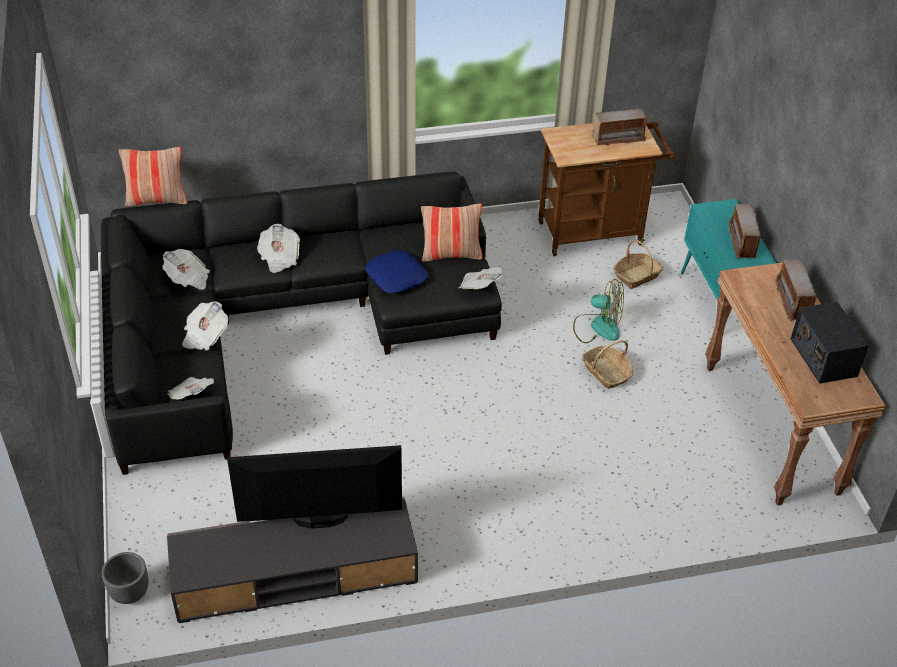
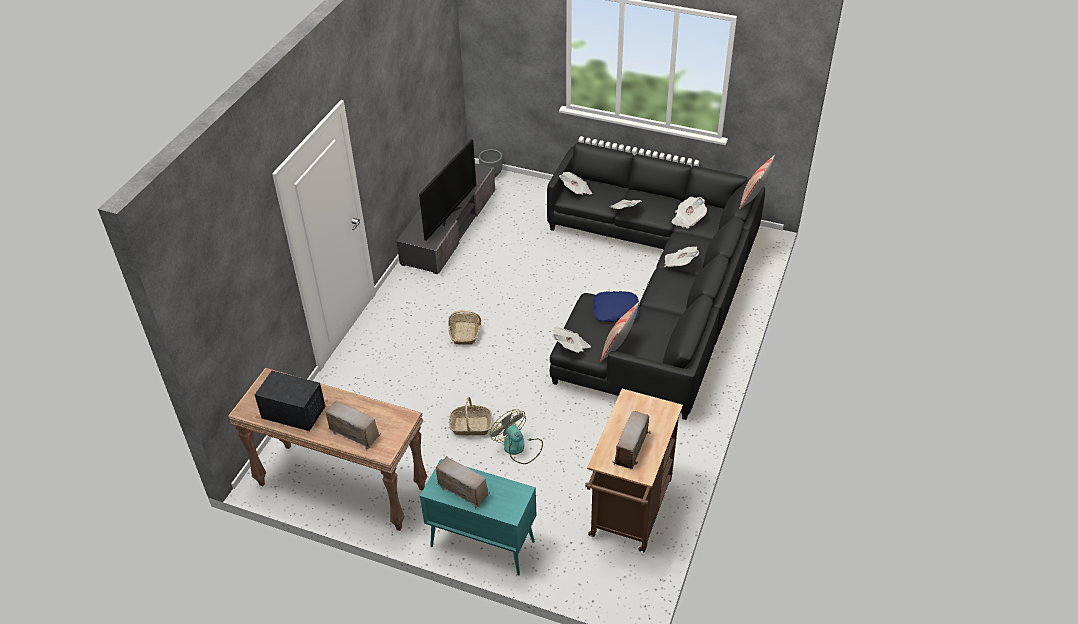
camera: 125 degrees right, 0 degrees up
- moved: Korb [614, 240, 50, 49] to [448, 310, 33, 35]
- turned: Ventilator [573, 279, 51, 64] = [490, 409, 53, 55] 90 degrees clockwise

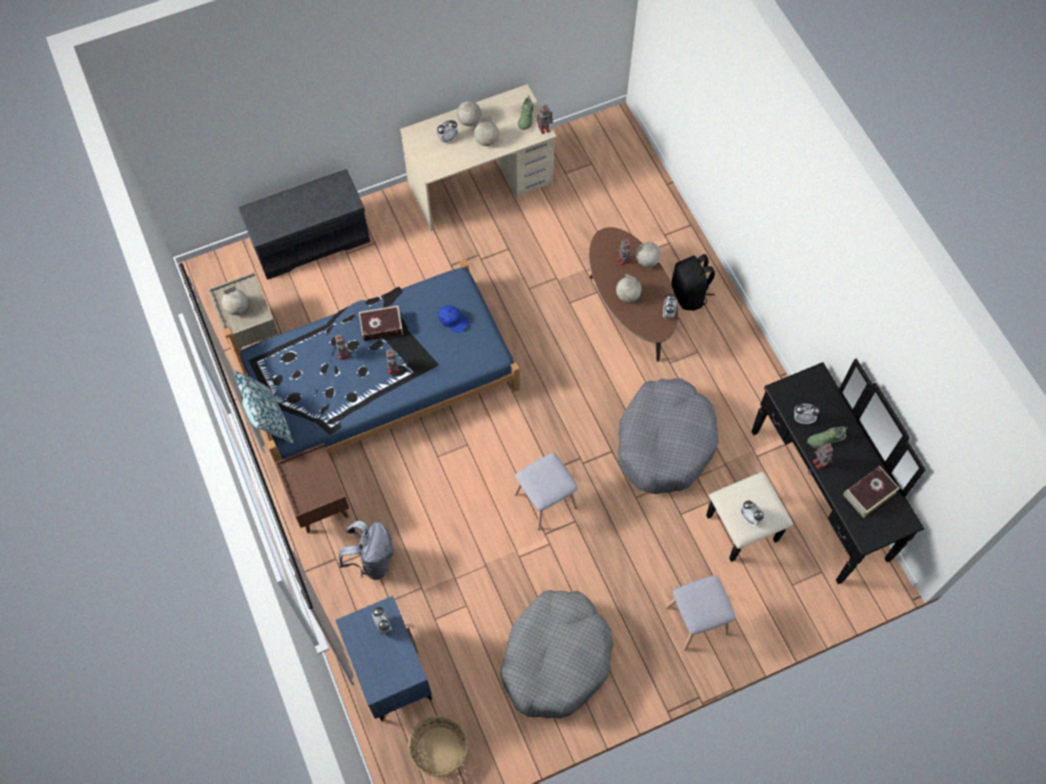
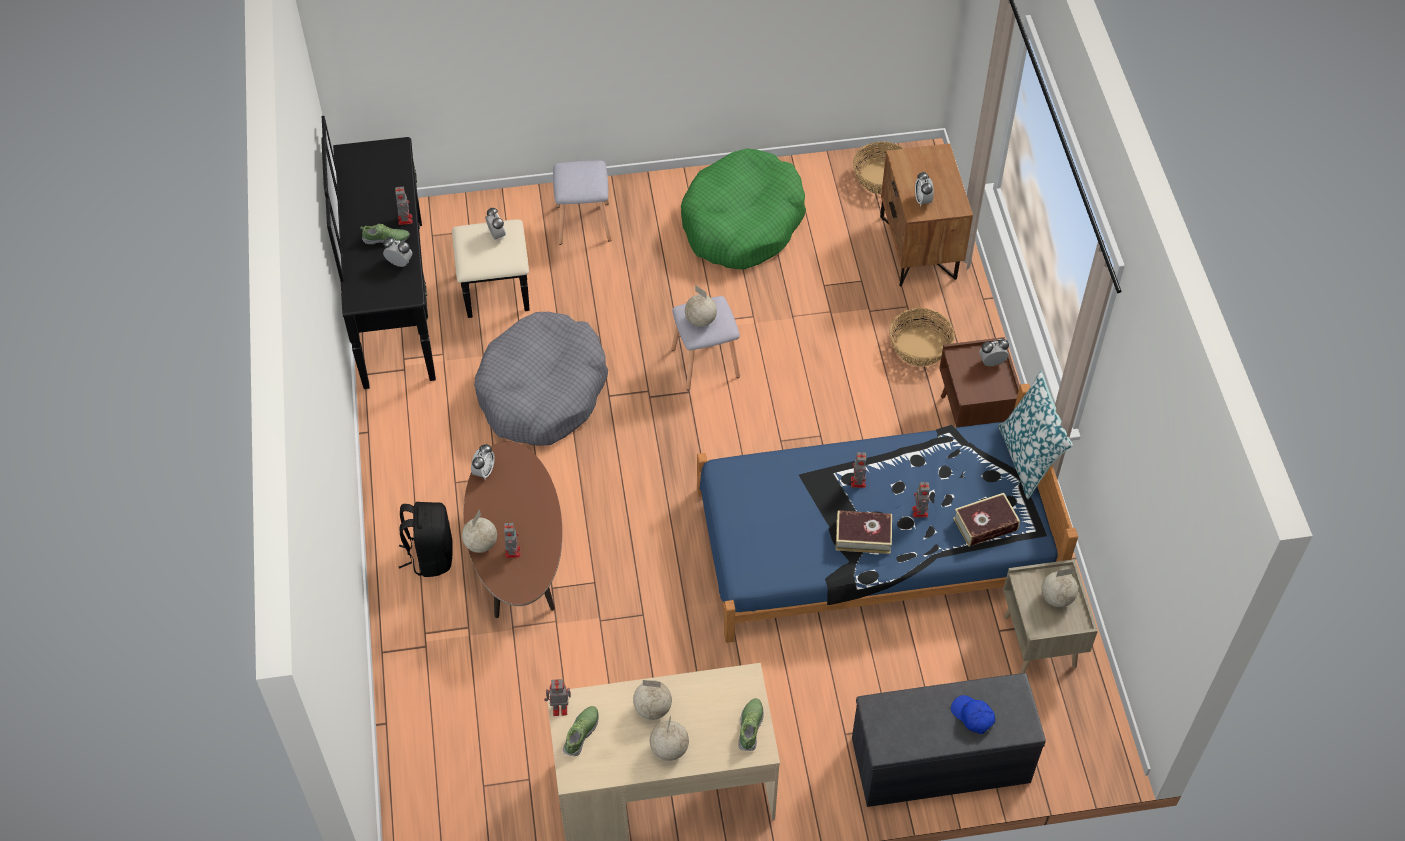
camera: 165 degrees left, 10 degrees down
- added: Schuh [738, 698, 26, 53]
- moved: Wecker [437, 120, 21, 24] to [980, 339, 29, 27]
- moved: Kappe [blau] [438, 305, 31, 28] to [951, 695, 44, 39]
- moved: Globus [616, 274, 26, 28] to [685, 285, 32, 42]
- moved: Buch [843, 466, 57, 52] to [953, 493, 67, 54]
- replaced: Rucksack [grau] [339, 521, 55, 59] to Korb [889, 308, 66, 59]
- recoloured: Nachttisch [blau] [335, 596, 97, 125] to Nachttisch [braun] [880, 143, 93, 143]
- recoloured: Hundebett [grau] [500, 590, 114, 128] to Hundebett [grün] [681, 149, 125, 120]

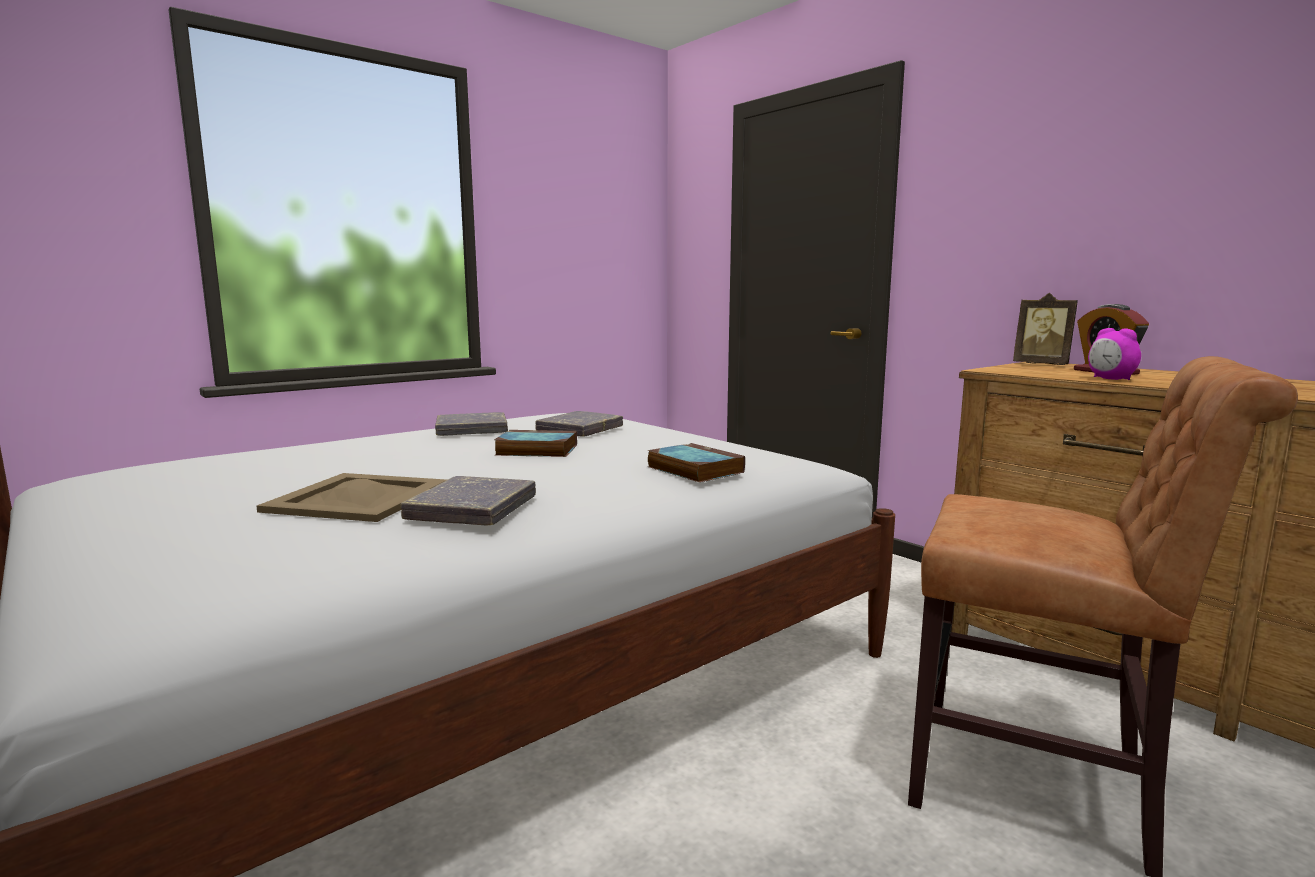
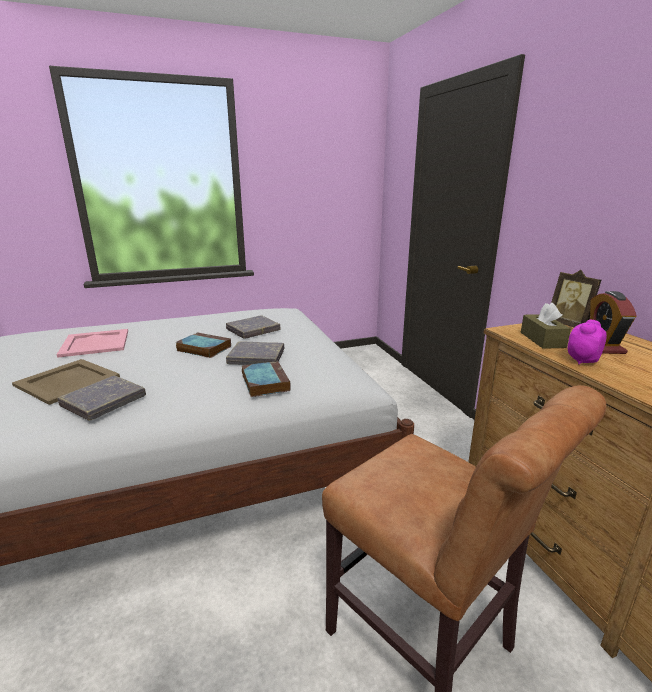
camera: 20 degrees right, 10 degrees up
- added: Tablett [rosa] [57, 329, 71, 29]
- added: Taschentuchbox [braun] [521, 302, 50, 47]
- moved: Buch [grau] [435, 412, 73, 24] to [226, 341, 58, 24]
- turned: Wecker [1088, 328, 53, 52] = [568, 319, 39, 45] 60 degrees clockwise

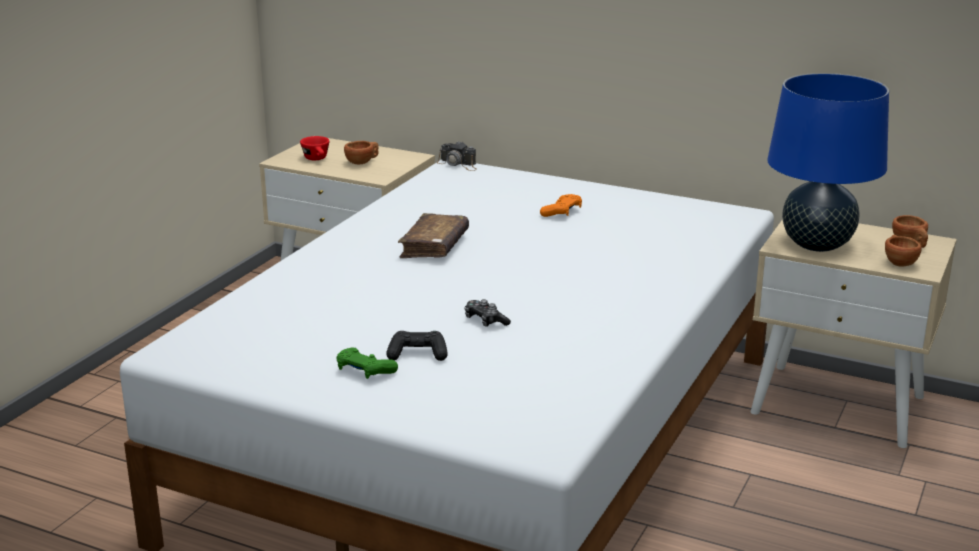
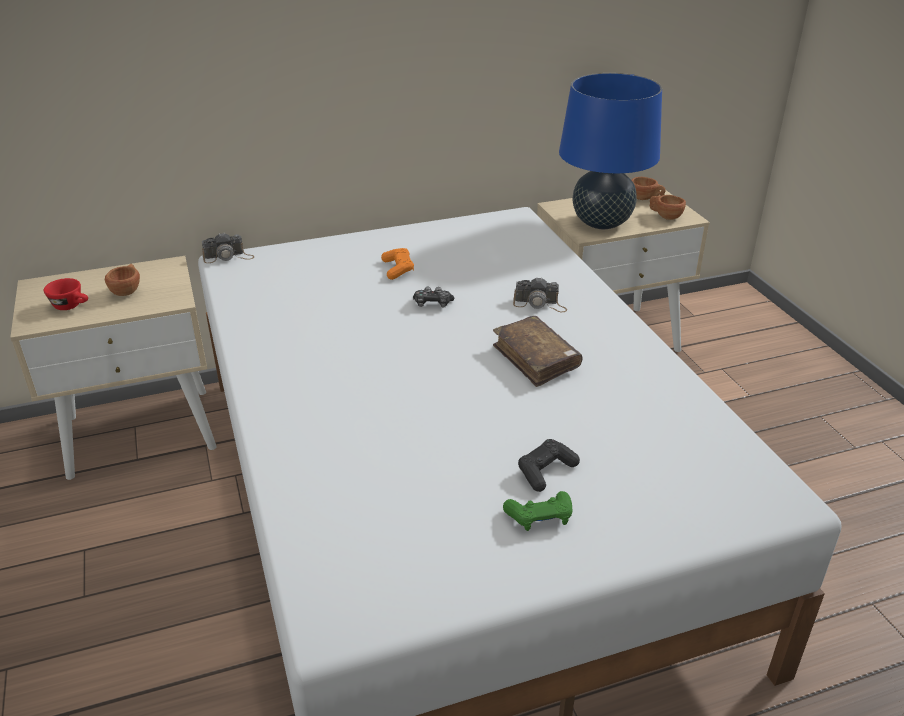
camera: 45 degrees left, 10 degrees up
- added: Kamera [513, 277, 54, 35]
- moved: Buch [braun] [398, 213, 71, 45] to [493, 316, 89, 71]
- moved: Gamepad [465, 299, 46, 28] to [413, 286, 41, 22]

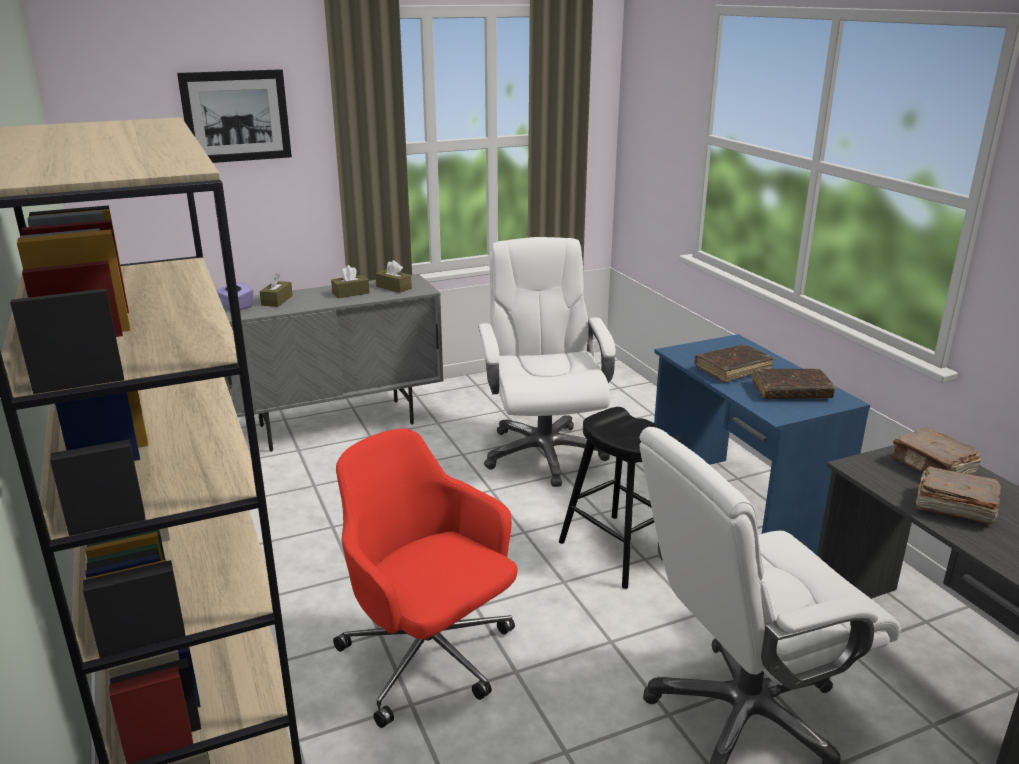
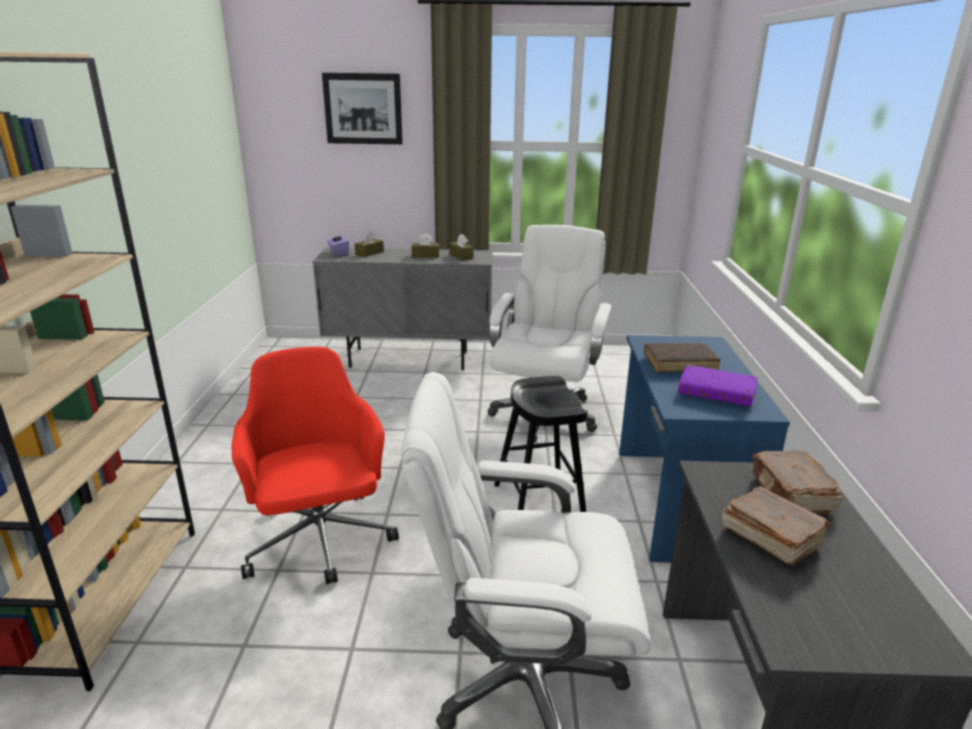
camera: 25 degrees right, 0 degrees up
- recoloured: Buch [braun] [752, 369, 83, 30] to Buch [lila] [678, 365, 80, 41]

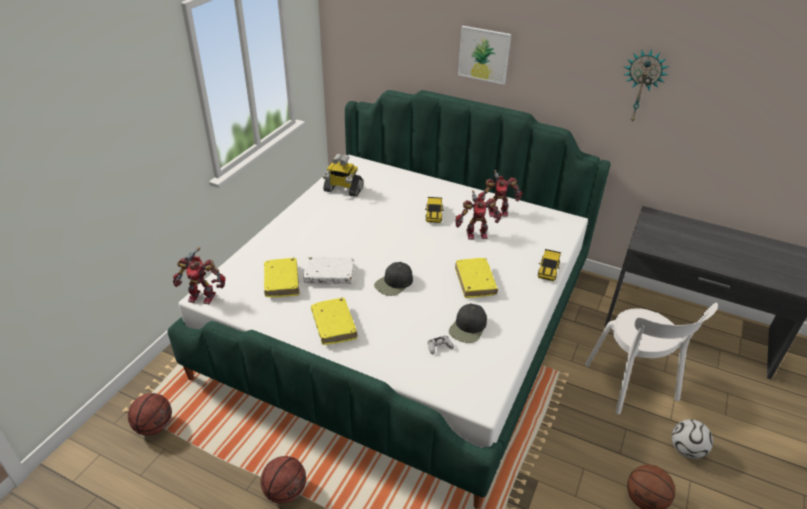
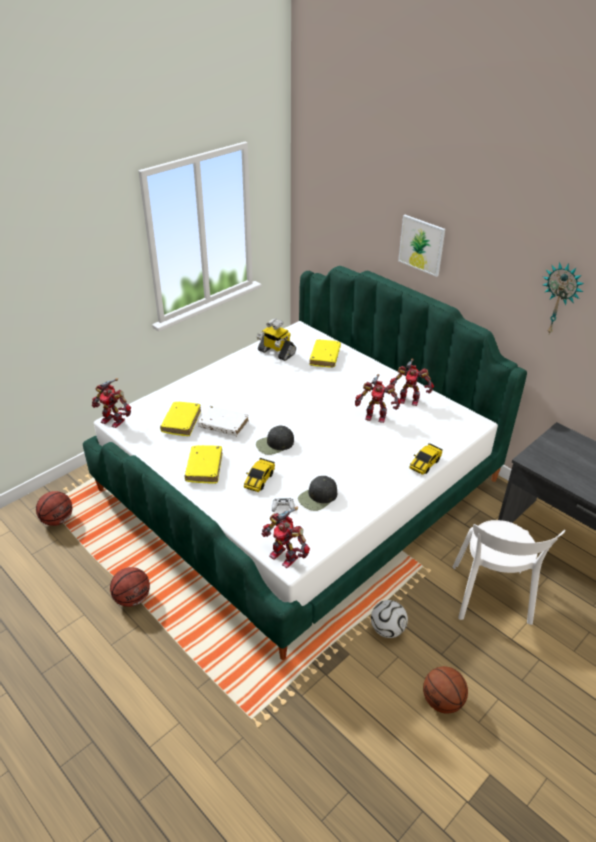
camera: 20 degrees right, 0 degrees up
- added: Spielzeugroboter [262, 507, 48, 61]
- moved: Spielzeugauto [425, 197, 19, 26] to [244, 458, 31, 34]
- moved: Buch [gelb] [455, 258, 43, 40] to [309, 339, 32, 28]
- moved: Fußball [672, 419, 41, 40] to [371, 600, 37, 38]

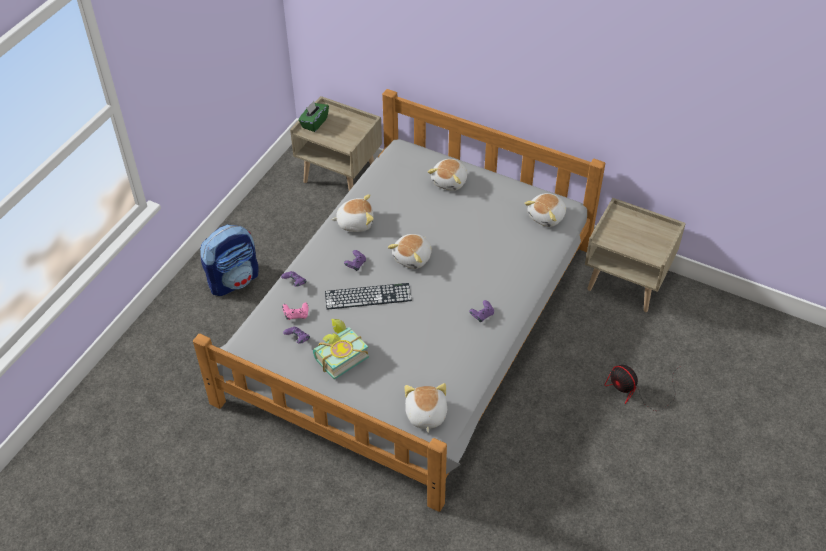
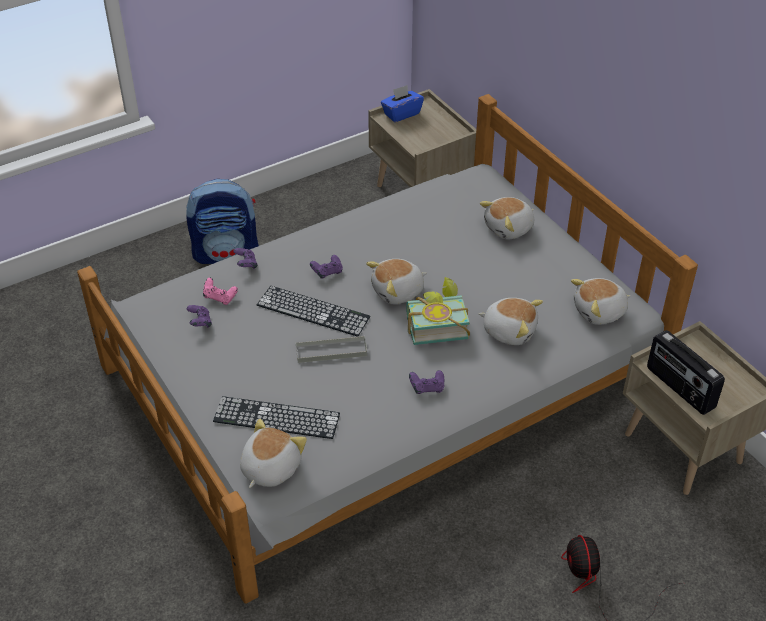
camera: 30 degrees right, 5 degrees down
- added: Tastatur [213, 396, 127, 43]
- added: Tablett [grau] [296, 336, 71, 27]
- added: Radio [647, 330, 78, 85]
- moved: Buch [313, 319, 56, 61] to [406, 277, 64, 68]
- moved: Plüschtier [331, 194, 43, 38] to [478, 298, 65, 47]
- recoloured: Taschentuchbox [grün] [298, 101, 31, 31] to Taschentuchbox [blau] [381, 85, 43, 37]

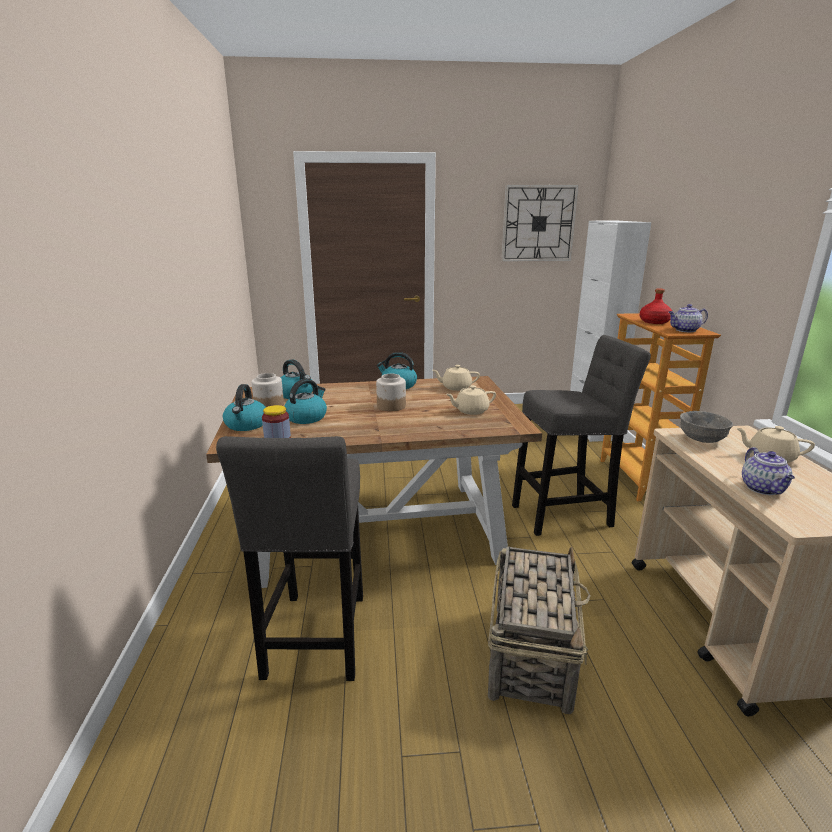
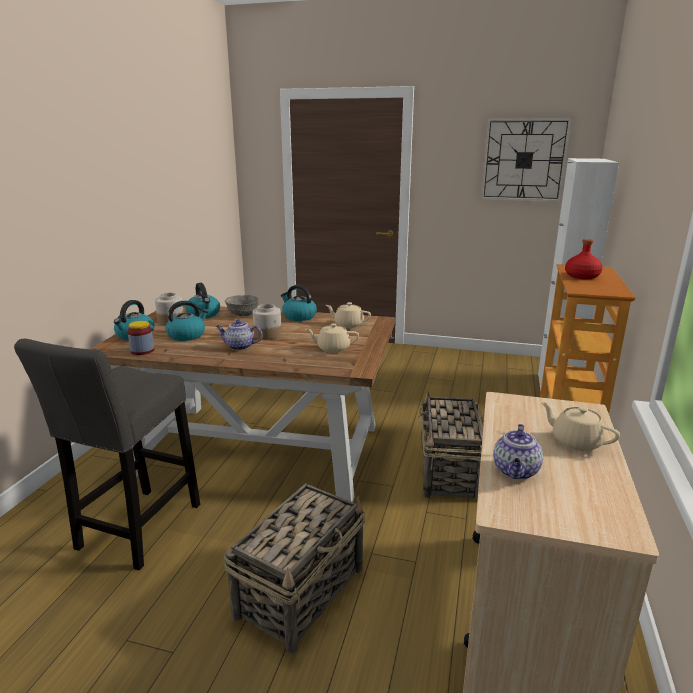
camera: 20 degrees right, 0 degrees up
- moved: Teekanne [669, 304, 39, 28] to [216, 320, 47, 30]
- moved: Schüssel [grau] [680, 411, 53, 32] to [225, 295, 34, 21]
- replaced: Hocker [grau] [512, 335, 139, 201] to Korb [417, 392, 67, 109]

